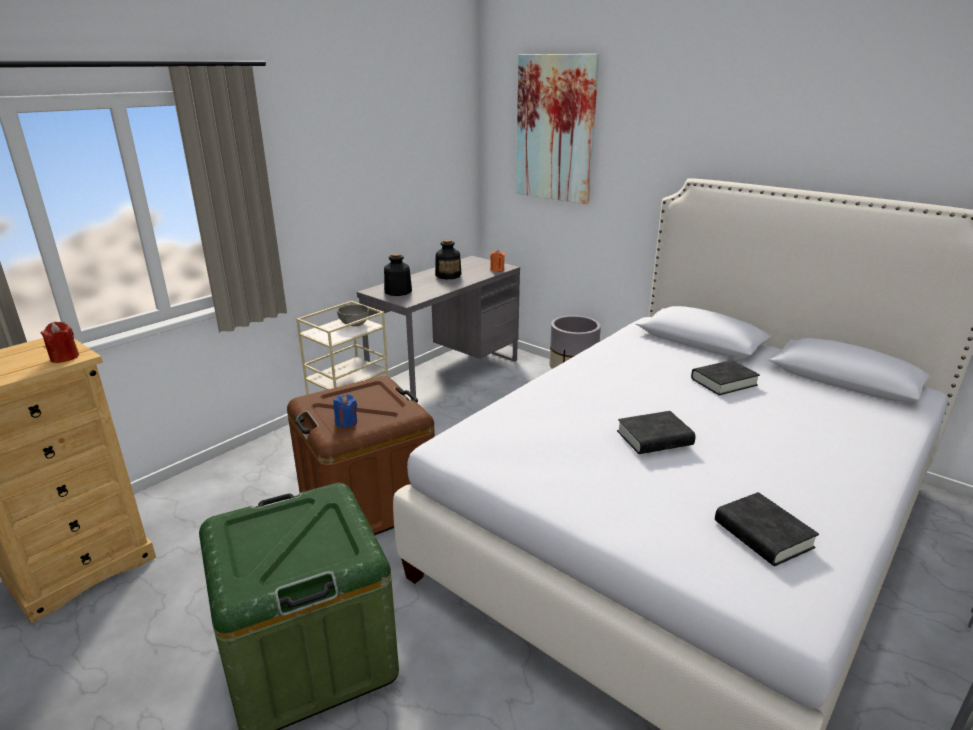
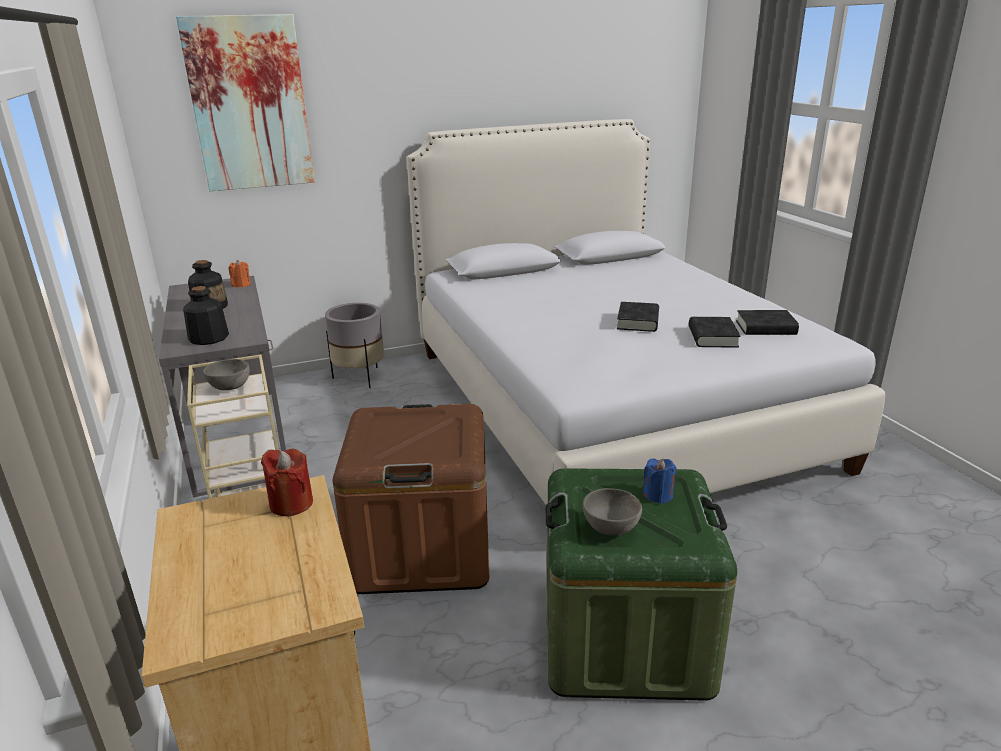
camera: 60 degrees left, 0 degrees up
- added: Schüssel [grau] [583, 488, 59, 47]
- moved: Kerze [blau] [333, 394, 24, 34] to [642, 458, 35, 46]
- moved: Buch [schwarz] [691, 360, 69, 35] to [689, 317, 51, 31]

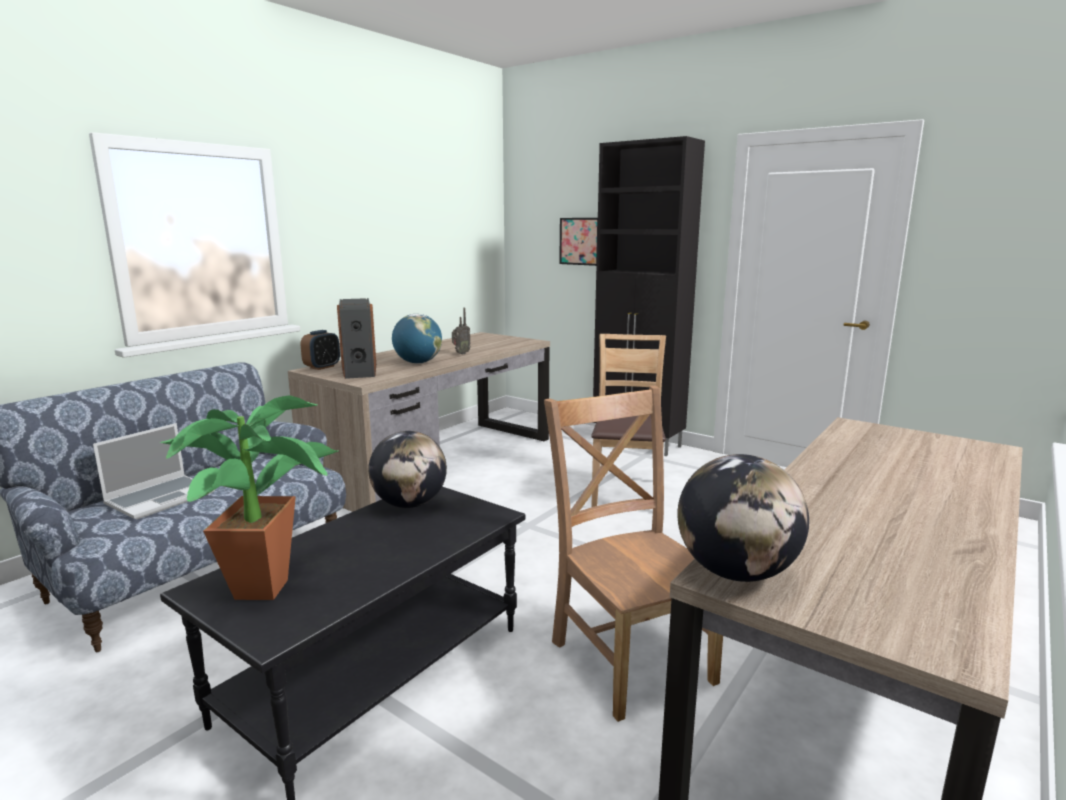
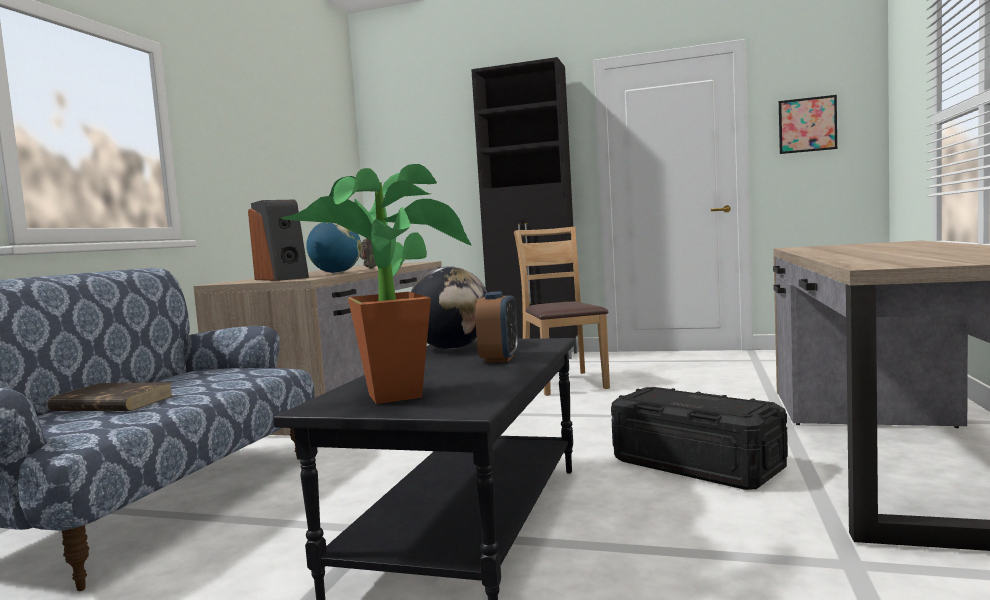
camera: 20 degrees left, 10 degrees down
- removed: Globus [677, 454, 132, 128]
- moved: Wecker [301, 330, 39, 40] to [475, 291, 43, 72]
- moved: Bild [559, 218, 39, 48] to [779, 95, 58, 59]
- replaced: Laptop [93, 423, 122, 96] to Buch [braun] [47, 382, 126, 29]
- replaced: Stuhl [braun] [544, 386, 179, 336] to Aufbewahrungsbox [schwarz] [611, 387, 177, 103]

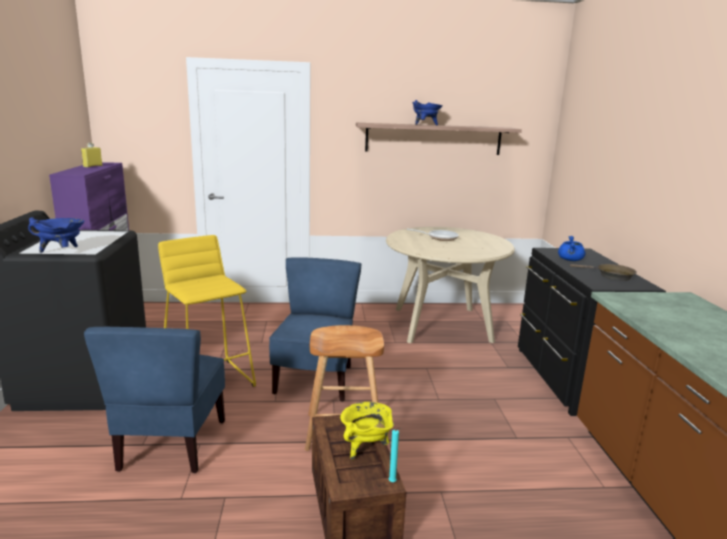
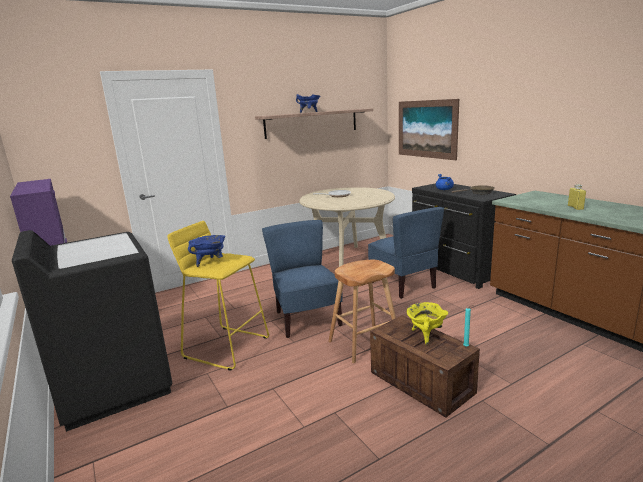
camera: 25 degrees left, 0 degrees up
- added: Bild [399, 99, 60, 61]
- moved: Kochtopf [blau] [28, 218, 57, 35] to [188, 235, 37, 32]
- moved: Flasche [gelb] [81, 143, 21, 24] to [568, 184, 18, 26]
- moved: Stuhl [blau] [84, 327, 141, 146] to [368, 207, 76, 92]

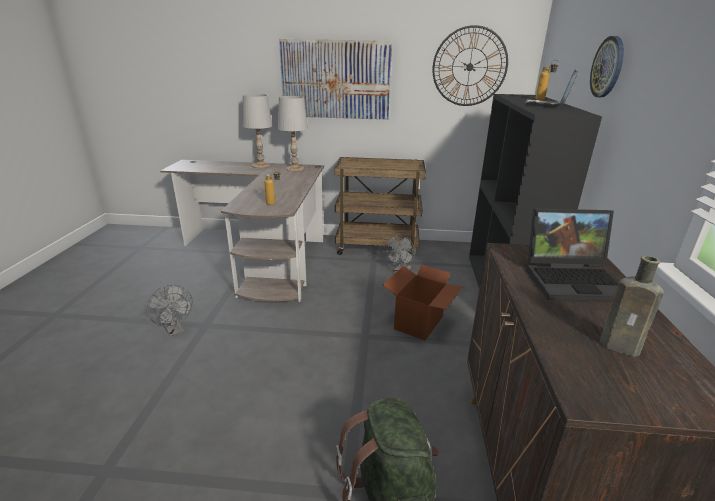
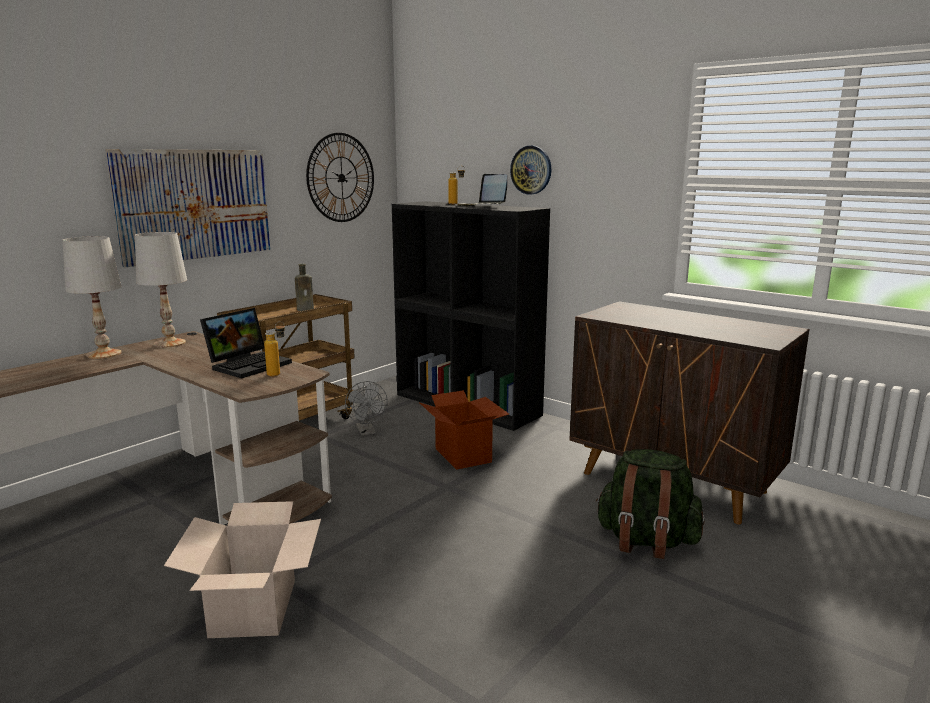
camera: 55 degrees left, 10 degrees down
- moved: Laptop [526, 209, 93, 93] to [200, 308, 92, 71]
- moved: Flasche [braun] [600, 256, 64, 101] to [295, 264, 19, 47]
- replaced: Ventilator [grau] [147, 285, 46, 51] to Karton [164, 501, 157, 137]

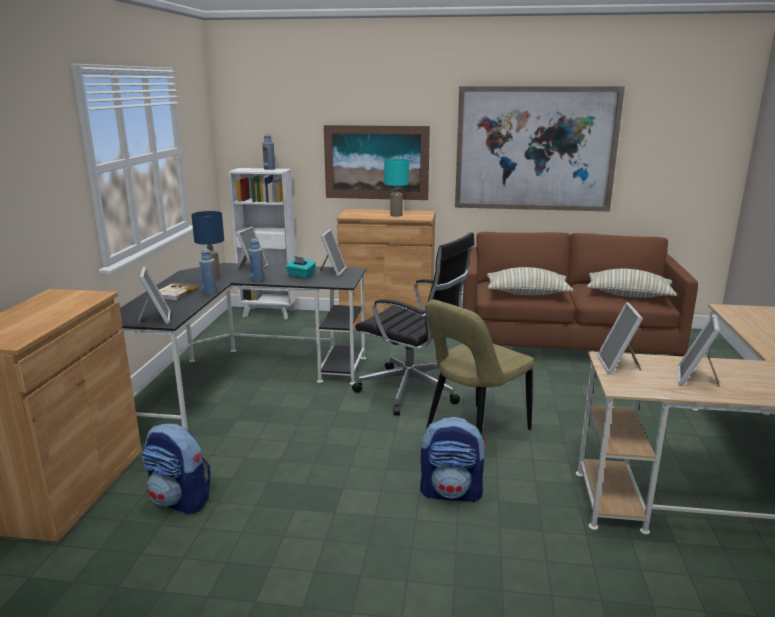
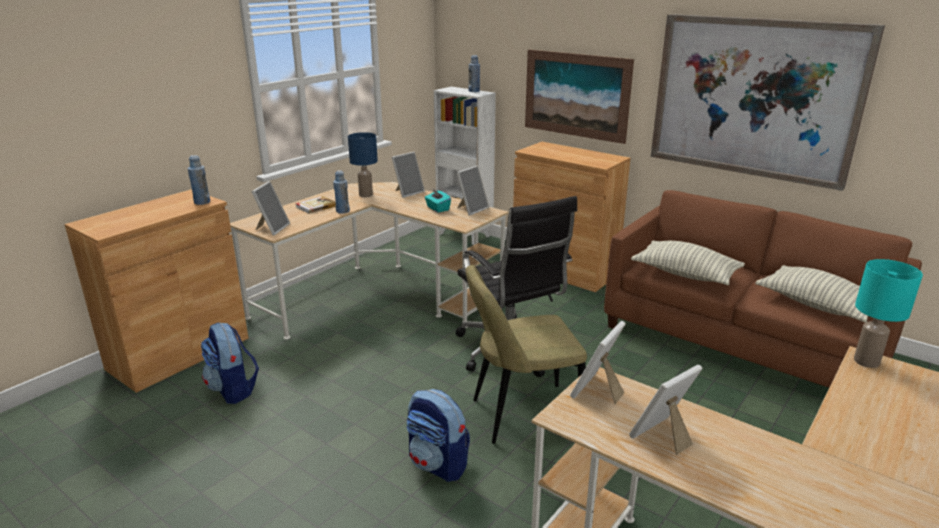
camera: 30 degrees right, 5 degrees up
- moved: Flasche [blau] [248, 238, 17, 44] to [188, 155, 22, 50]
- moved: Tischlampe [türkis] [384, 159, 25, 58] to [854, 259, 69, 109]
- recoloured: Schreibtisch [schwarz] [118, 263, 248, 168] to Schreibtisch [beige] [230, 182, 279, 157]

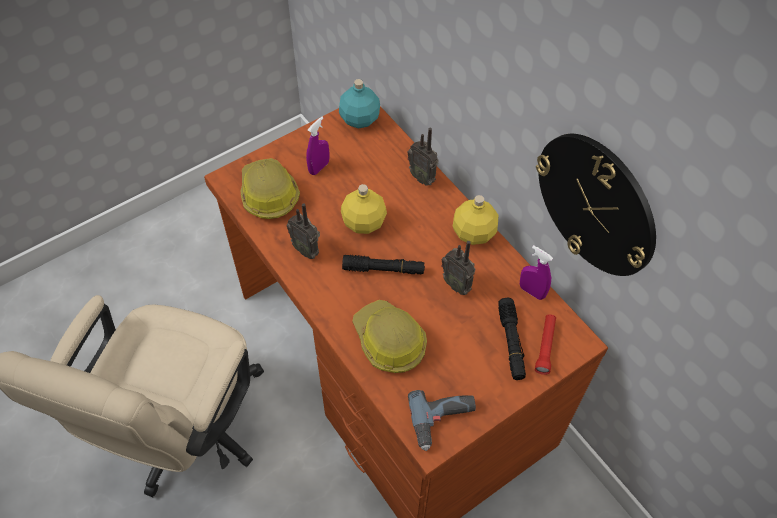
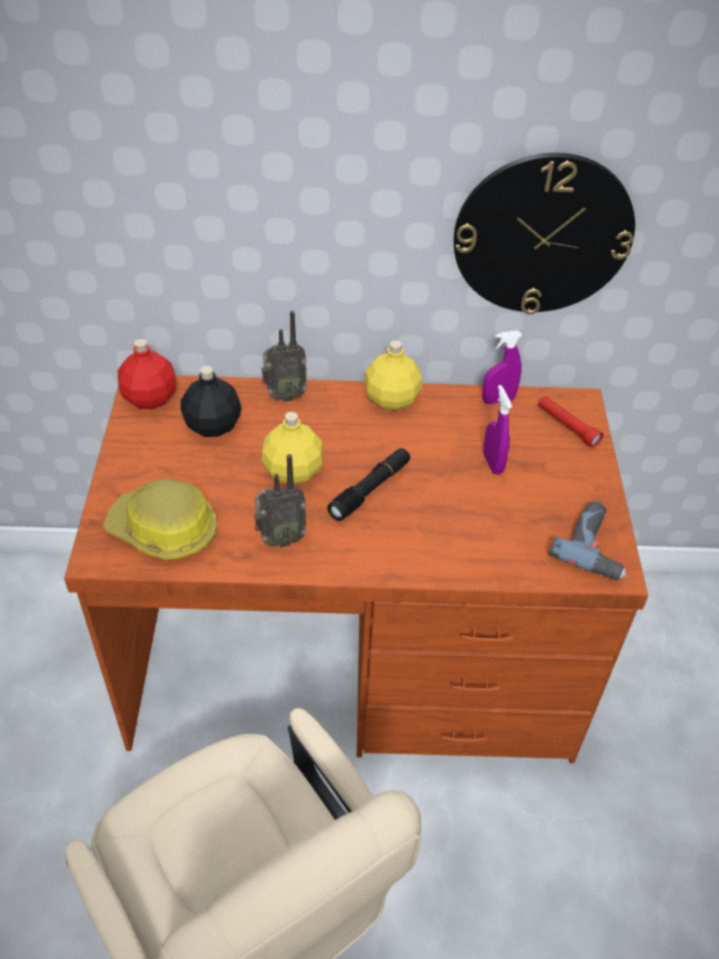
camera: 55 degrees left, 10 degrees down
- removed: Schutzhelm [352, 300, 75, 73]
- removed: Radio [441, 241, 35, 54]
- removed: Taschenlampe [schwarz] [498, 298, 28, 82]
- added: Flasche [schwarz] [181, 366, 60, 71]
- moved: Sprühflasche [lila] [306, 117, 23, 58] to [483, 385, 29, 90]
- recoloured: Flasche [türkis] [339, 79, 41, 50] to Flasche [rot] [118, 339, 59, 70]

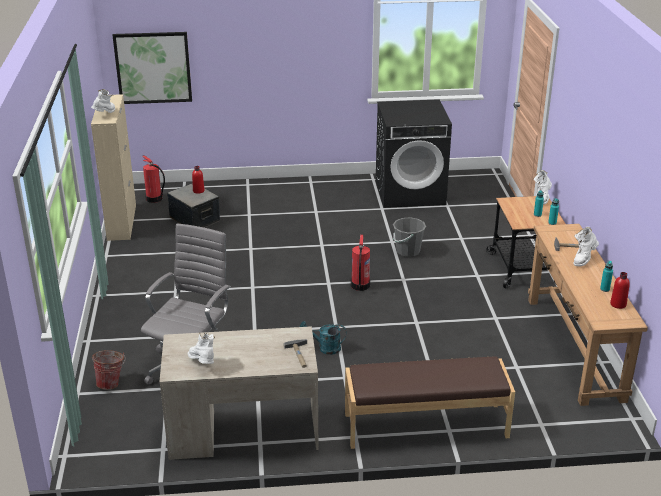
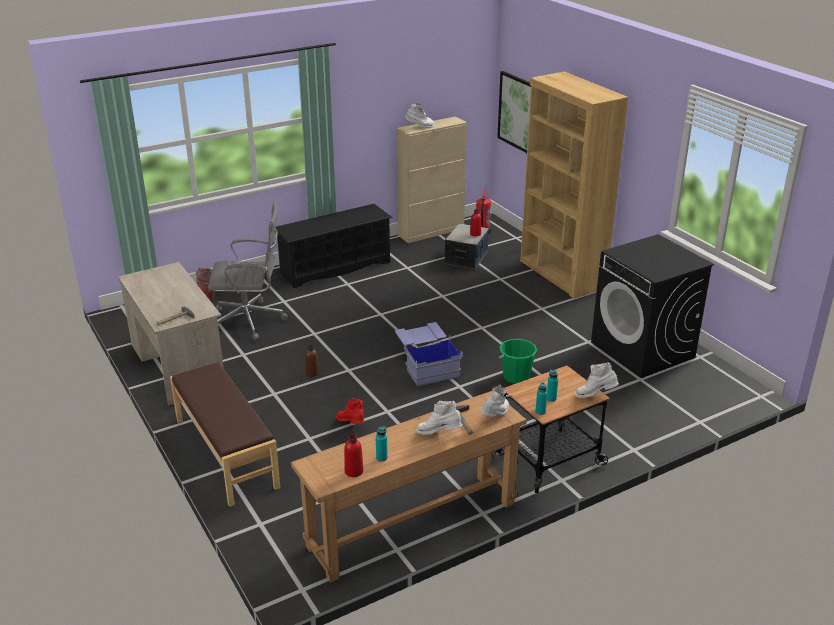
camera: 65 degrees right, 0 degrees up
- added: Schuhregal [schwarz] [275, 204, 117, 84]
- added: Stiefel [rot] [336, 398, 28, 26]
- added: Bücherregal [braun] [520, 72, 108, 227]
- moved: Stiefel [weiß] [187, 333, 28, 31] to [480, 385, 32, 32]
- replaced: Gießkanne [türkis] [300, 321, 47, 34] to Flasche [braun] [305, 345, 14, 32]
- replaced: Feuerlöscher [351, 234, 19, 57] to Aufbewahrungsbox [blau] [395, 322, 68, 64]
- recoloured: Eimer [grau] [393, 217, 33, 40] to Eimer [grün] [499, 339, 38, 45]

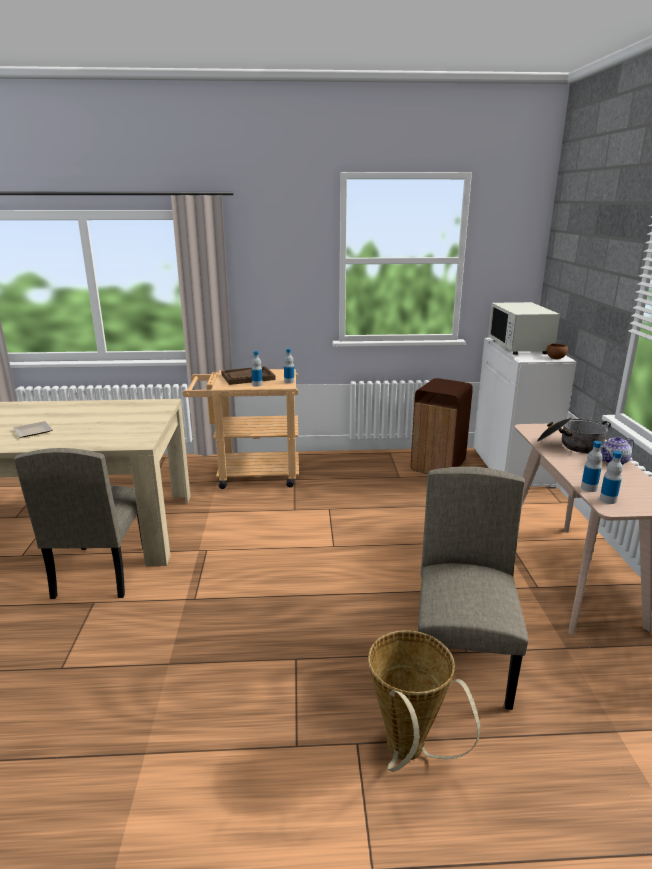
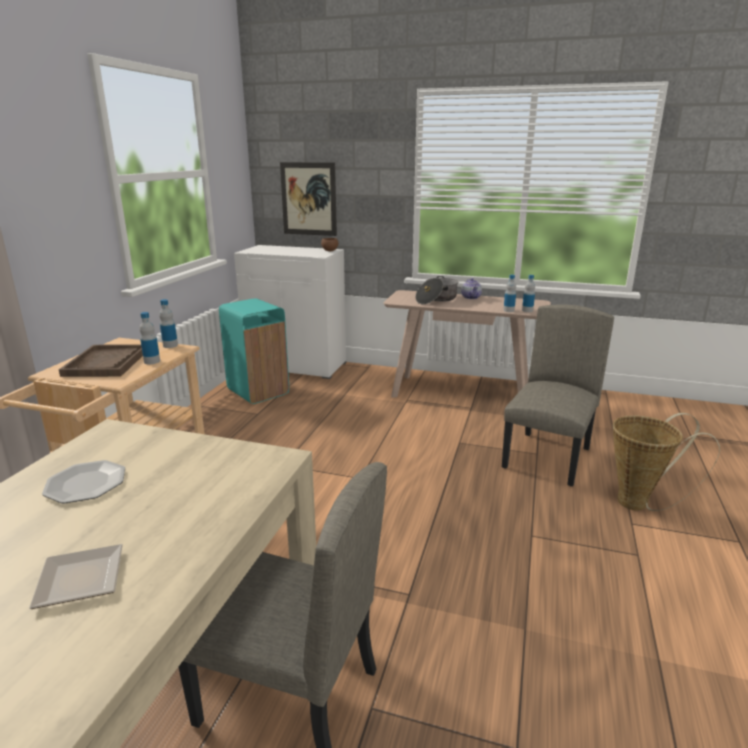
camera: 70 degrees left, 0 degrees up
- removed: Mikrowelle [weiß] [488, 302, 72, 53]
- added: Teller [42, 460, 83, 43]
- added: Bild [280, 162, 57, 74]
- recoloured: Mülleimer [braun] [411, 378, 62, 96] to Mülleimer [türkis] [219, 298, 70, 106]
- turned: Stuhl [beige] [418, 466, 111, 244] = [502, 304, 112, 182] 90 degrees clockwise

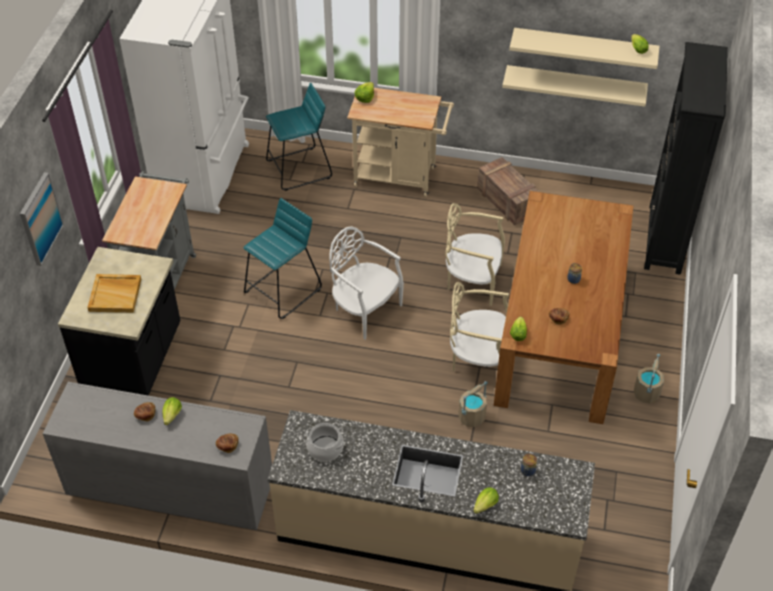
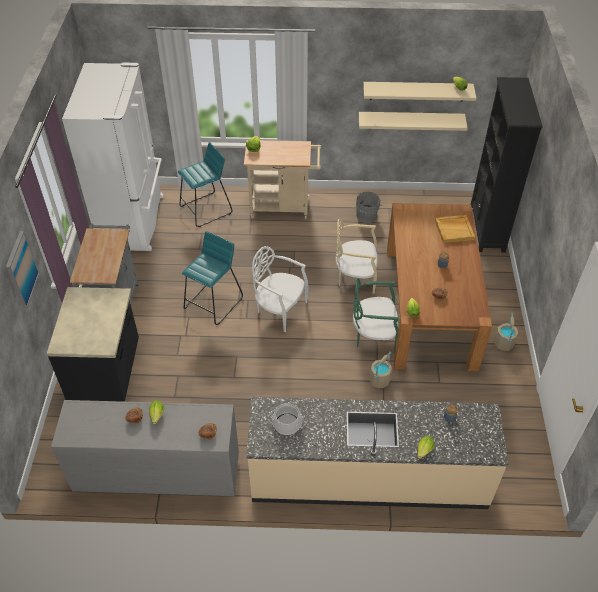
camera: 10 degrees left, 0 degrees up
- moved: Tablett [beige] [87, 274, 54, 39] to [435, 215, 40, 28]
- replaced: Kiste [477, 157, 62, 68] to Eimer [grau] [356, 192, 26, 31]
- recoloured: Stuhl [beige] [450, 282, 59, 89] to Stuhl [grün] [353, 278, 46, 76]

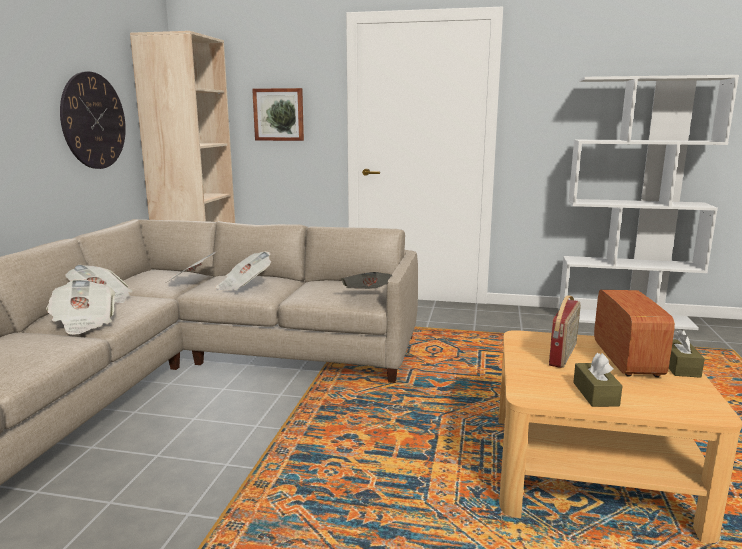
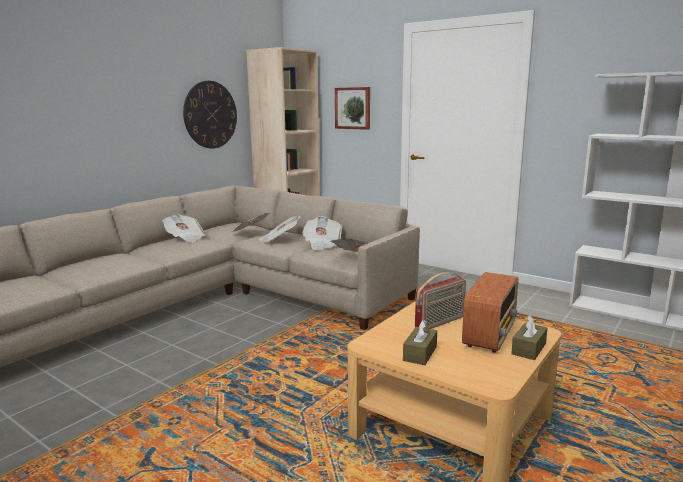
camera: 25 degrees right, 0 degrees up
- moved: Zeitung [46, 279, 69, 56] to [302, 216, 41, 34]

